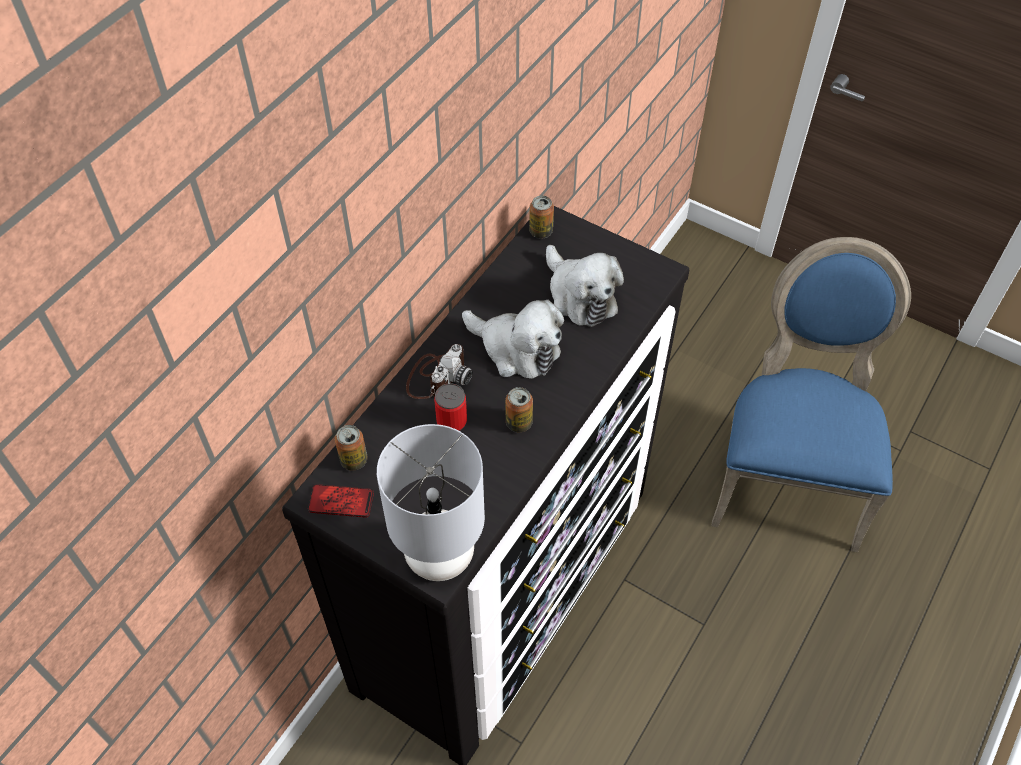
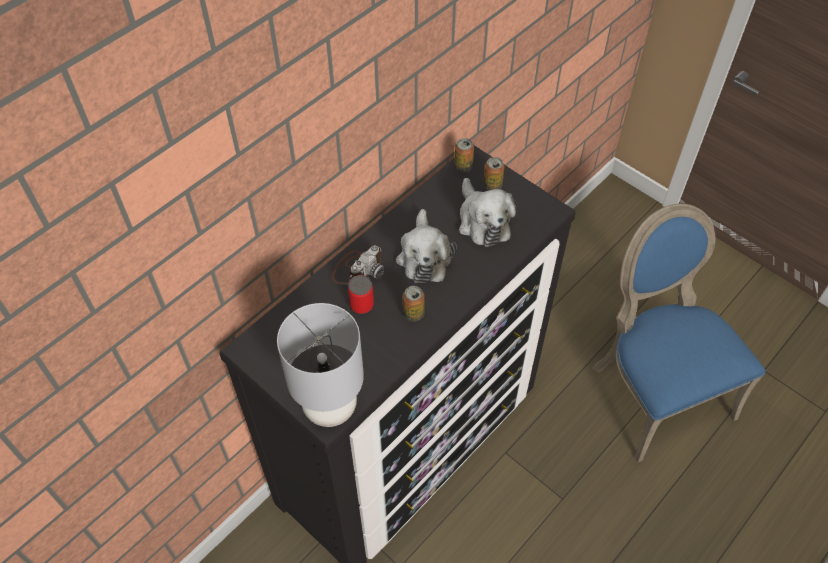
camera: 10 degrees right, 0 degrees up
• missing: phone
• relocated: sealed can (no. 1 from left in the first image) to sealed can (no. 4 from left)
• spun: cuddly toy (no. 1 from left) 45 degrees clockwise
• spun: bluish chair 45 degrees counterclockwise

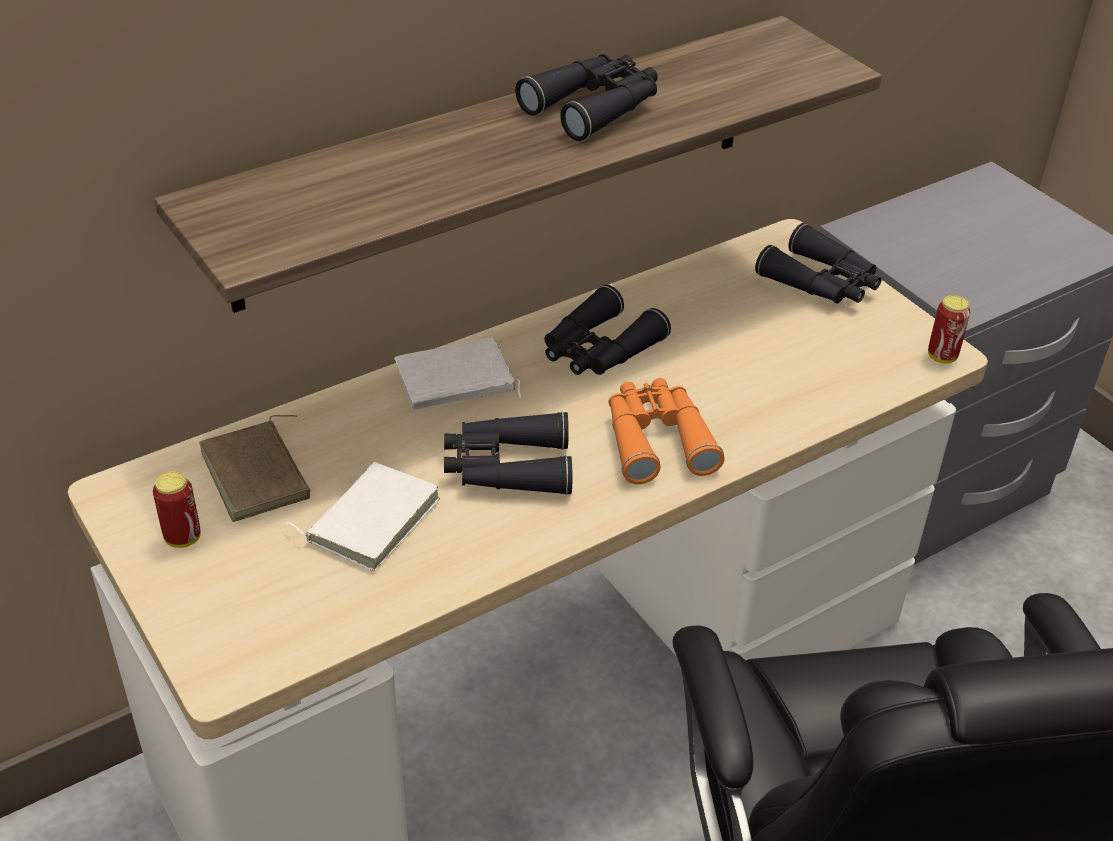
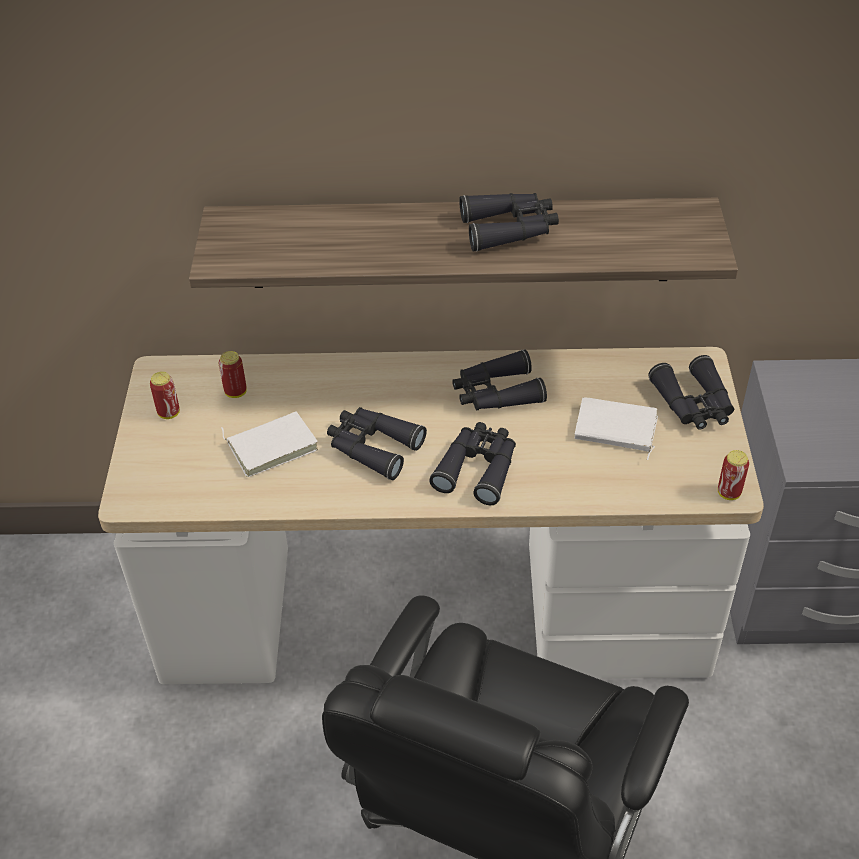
camera: 35 degrees right, 5 degrees up
• exchanged: brown bound book to sealed can (no. 2 from left)
• relocated: white bound book (no. 2 from left)
• colour: orangey field glasses to black field glasses (no. 2 from left)

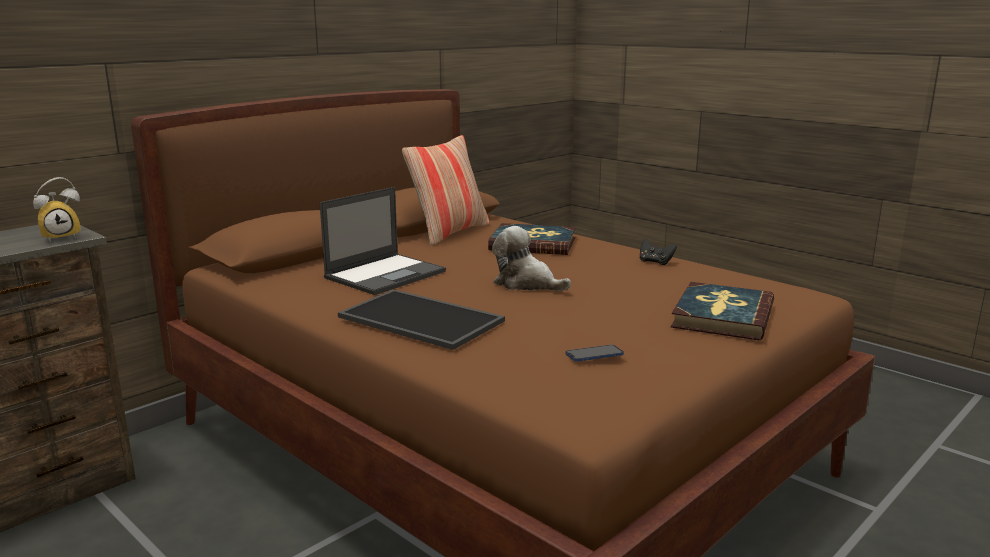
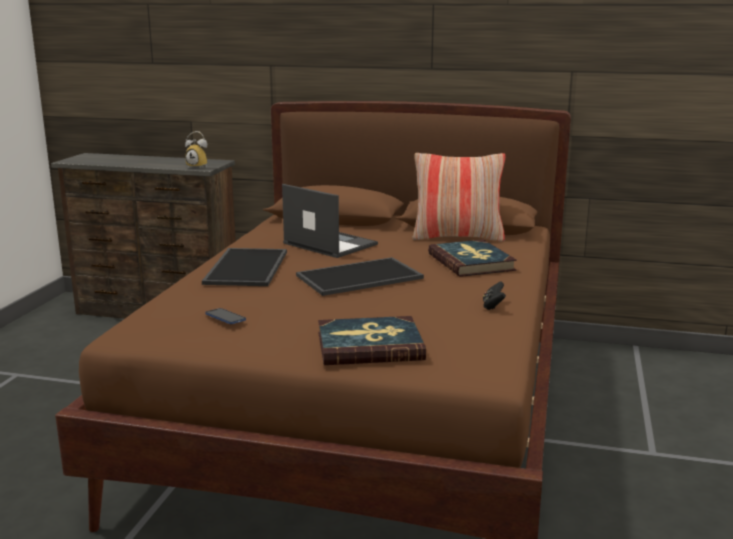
camera: 60 degrees right, 0 degrees up
• spun: notebook computer 150 degrees counterclockwise
• exchanged: cuddly toy to tray (no. 2 from left)

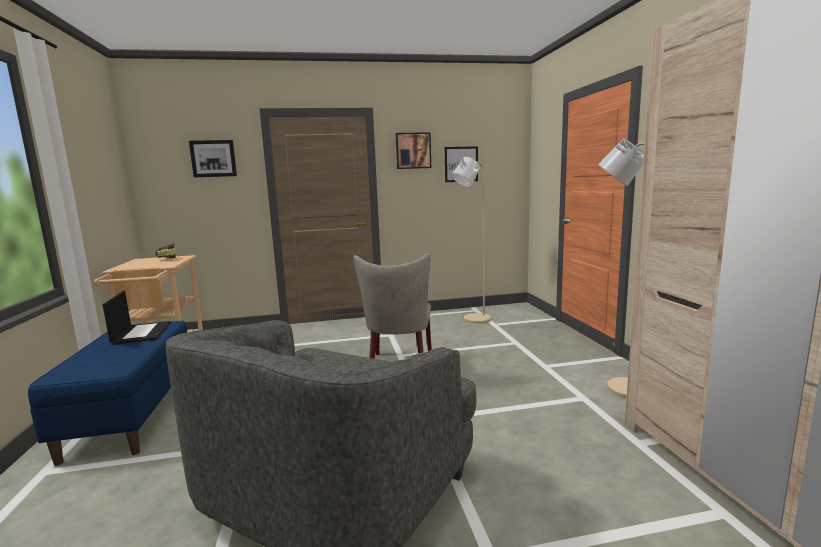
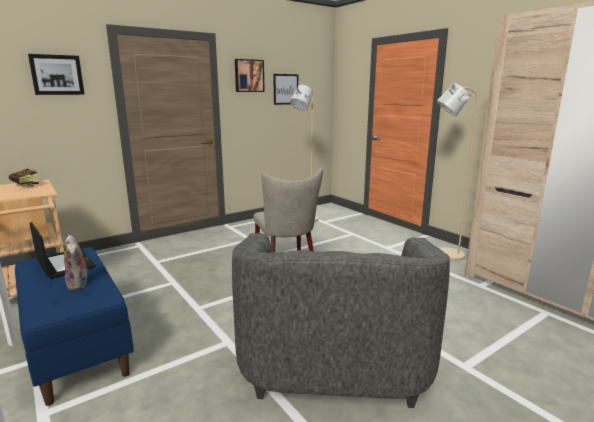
camera: 25 degrees left, 5 degrees up
• appeared: cuddly toy

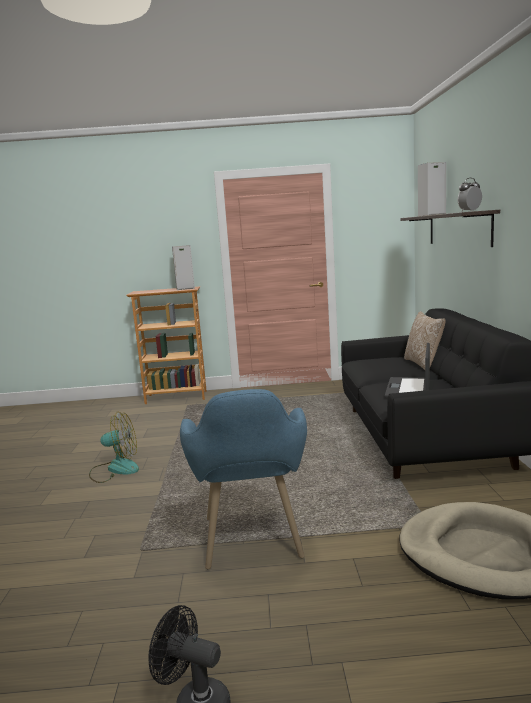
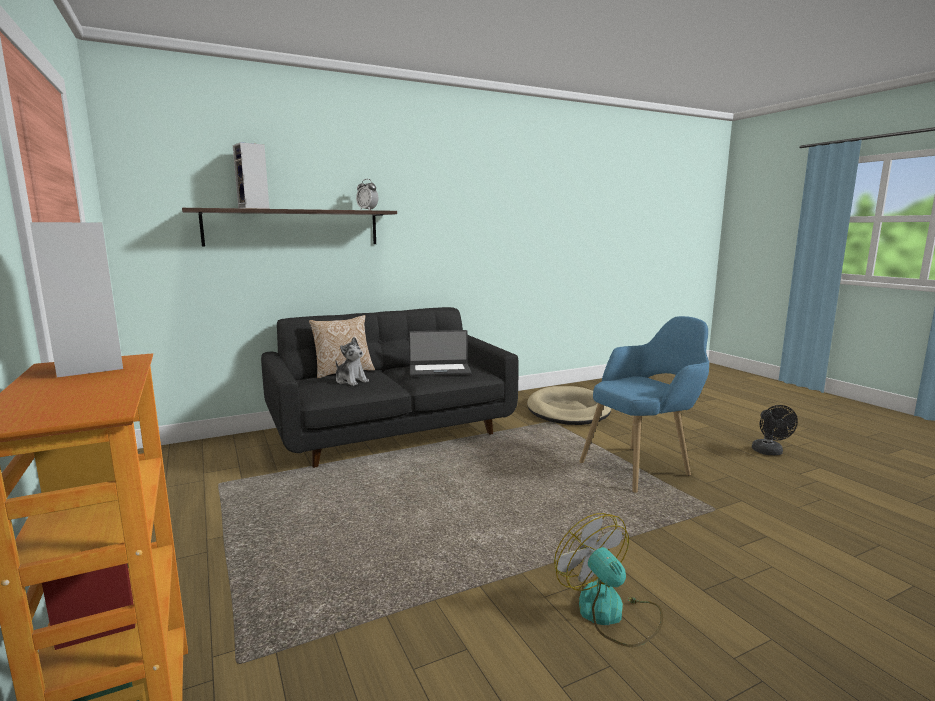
camera: 115 degrees left, 0 degrees up
• appeared: cuddly toy

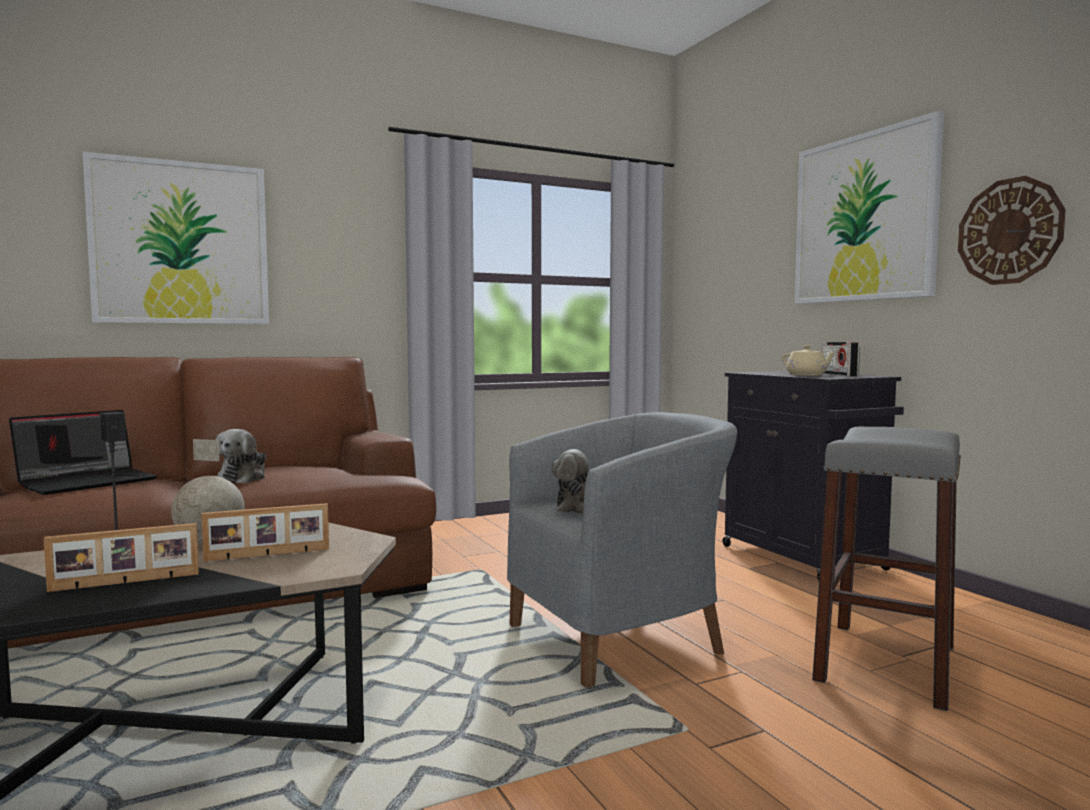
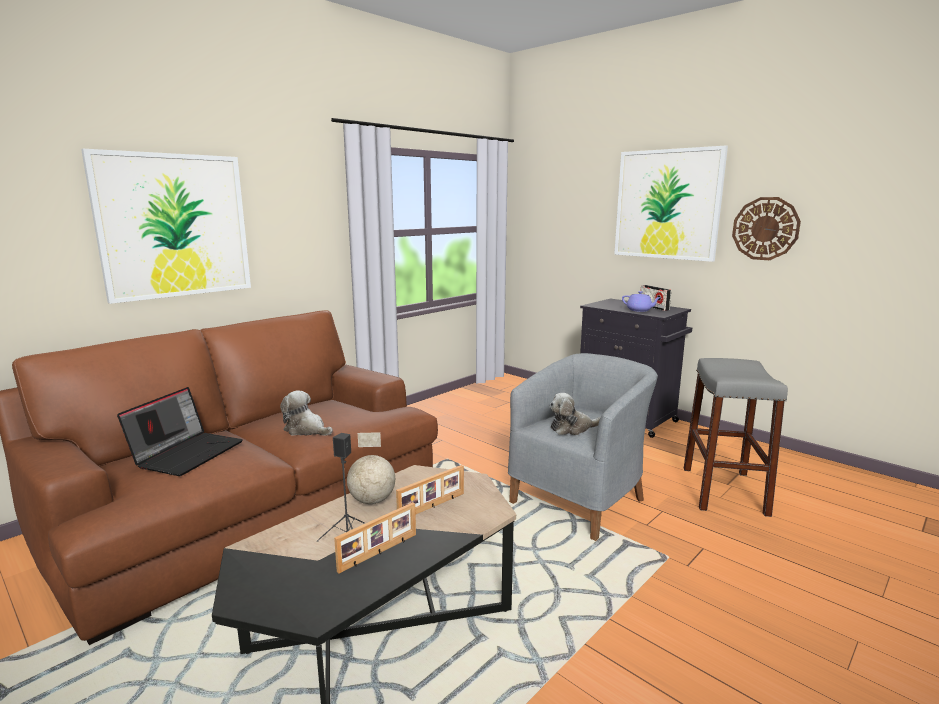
camera: 20 degrees left, 10 degrees up
• spun: cuddly toy (no. 1 from left) 135 degrees clockwise
• colour: beige-coloured tea pot to purple tea pot

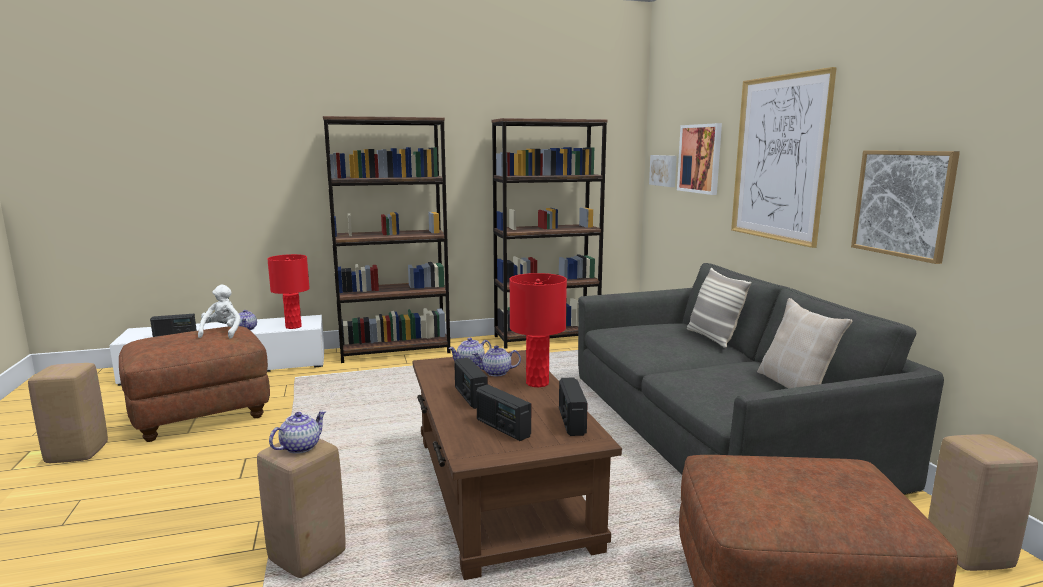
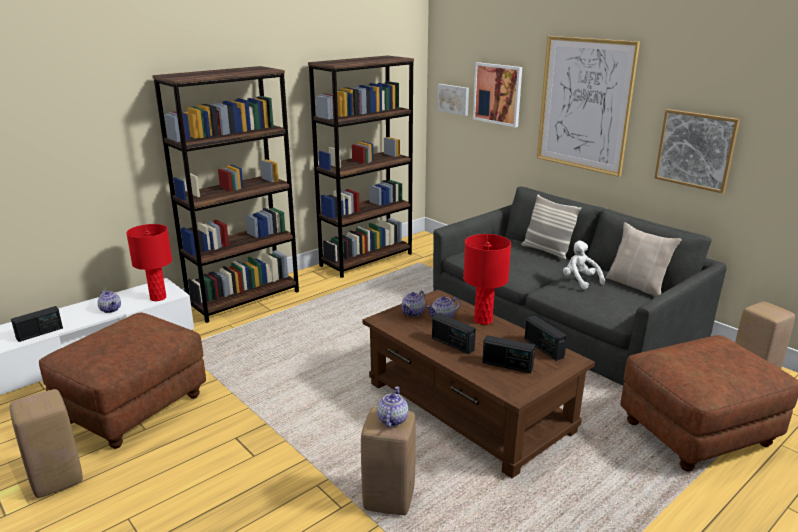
camera: 25 degrees left, 10 degrees up
• relocated: white cuddly toy

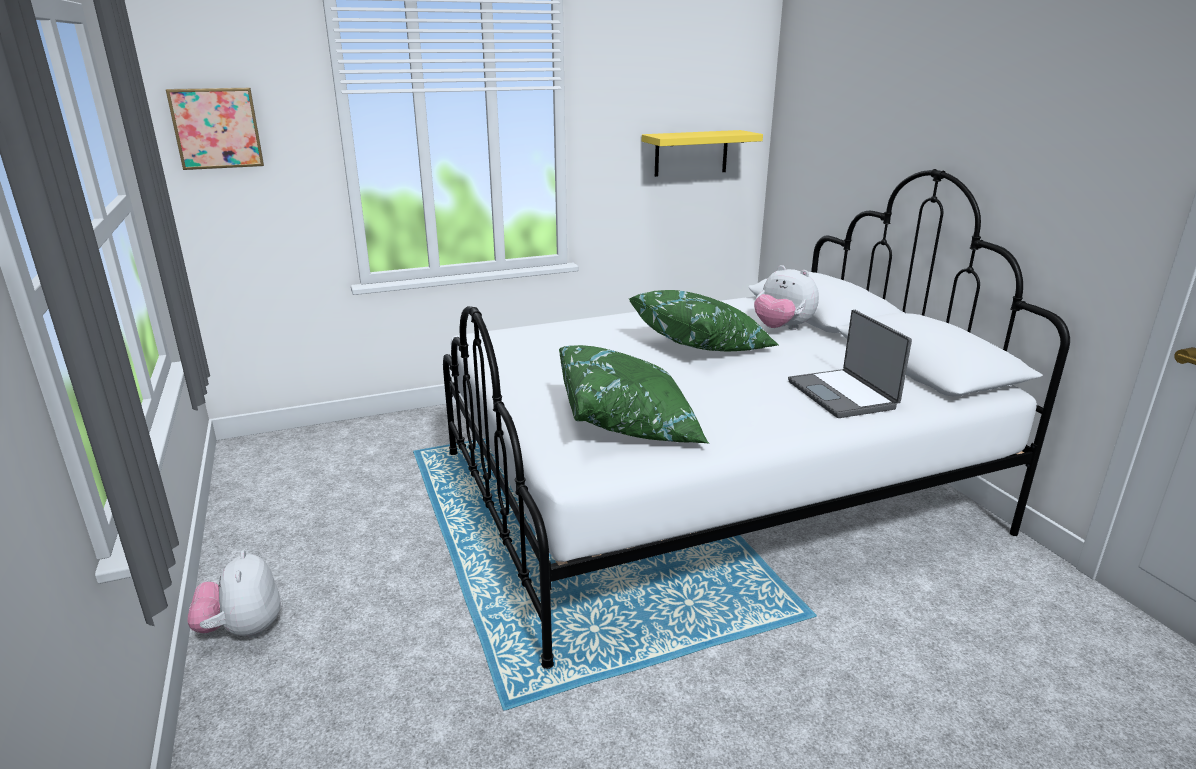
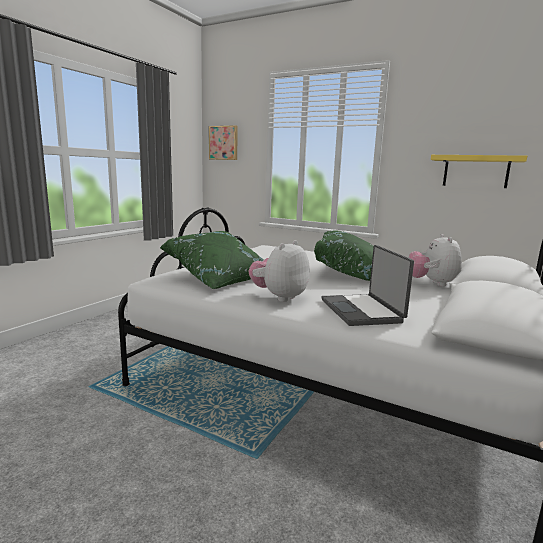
camera: 50 degrees right, 10 degrees down
• relocated: cuddly toy (no. 1 from left)
• spun: notebook computer 45 degrees counterclockwise

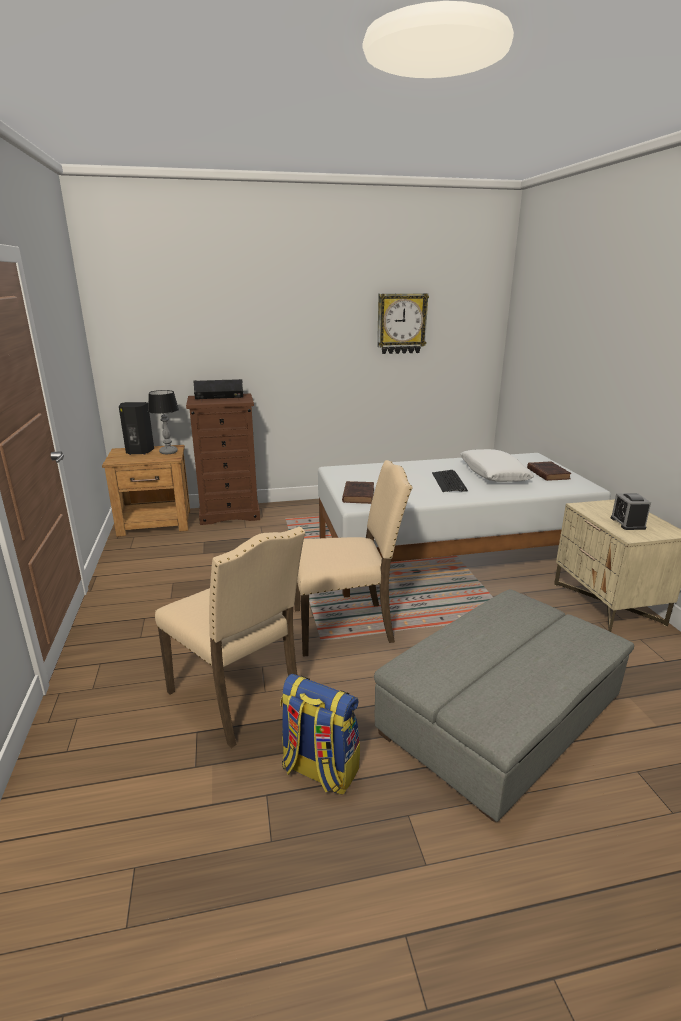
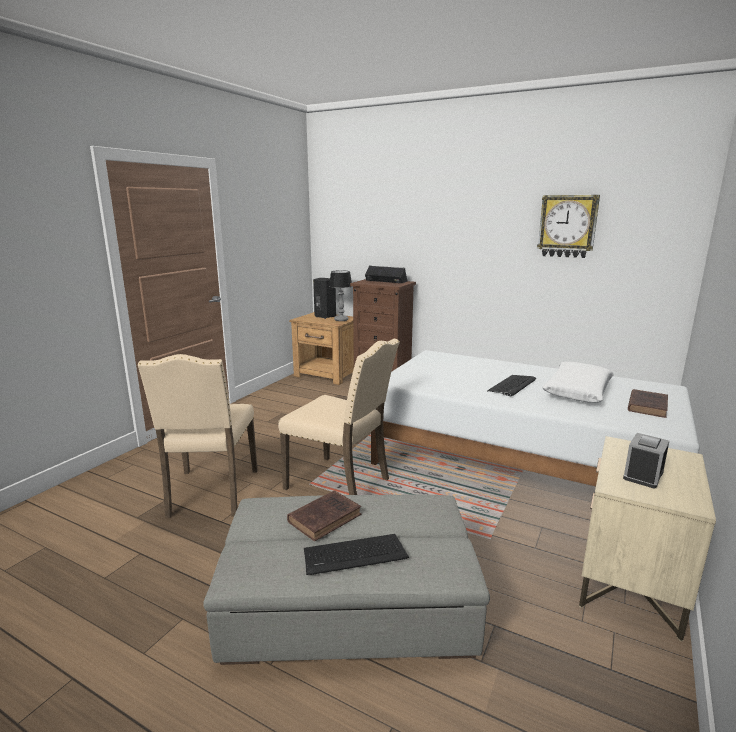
camera: 40 degrees right, 5 degrees down
• missing: backpack
• relocated: brown bound book (no. 1 from left)
• appeared: keyboard (no. 1 from left)

